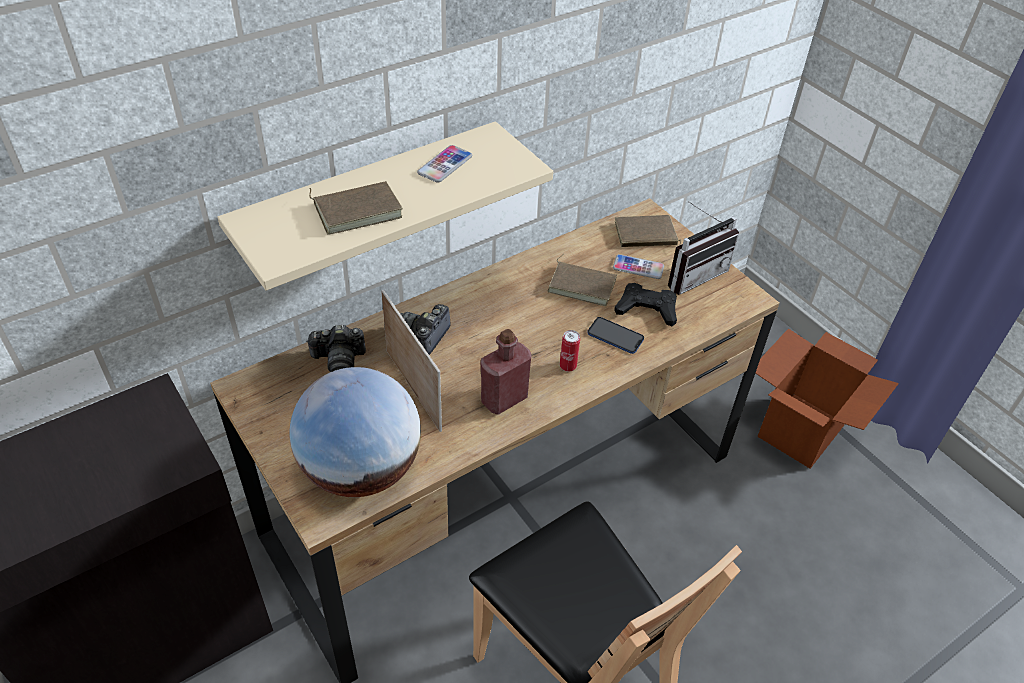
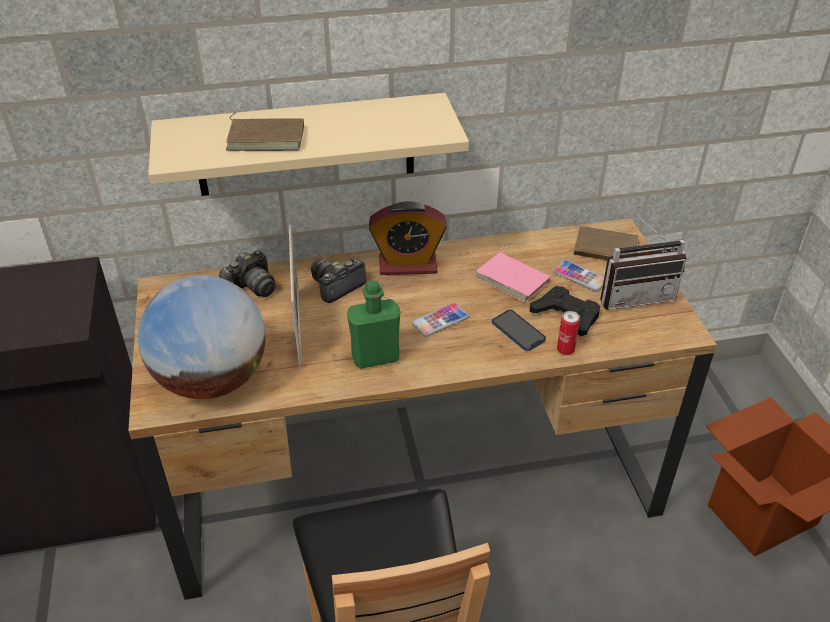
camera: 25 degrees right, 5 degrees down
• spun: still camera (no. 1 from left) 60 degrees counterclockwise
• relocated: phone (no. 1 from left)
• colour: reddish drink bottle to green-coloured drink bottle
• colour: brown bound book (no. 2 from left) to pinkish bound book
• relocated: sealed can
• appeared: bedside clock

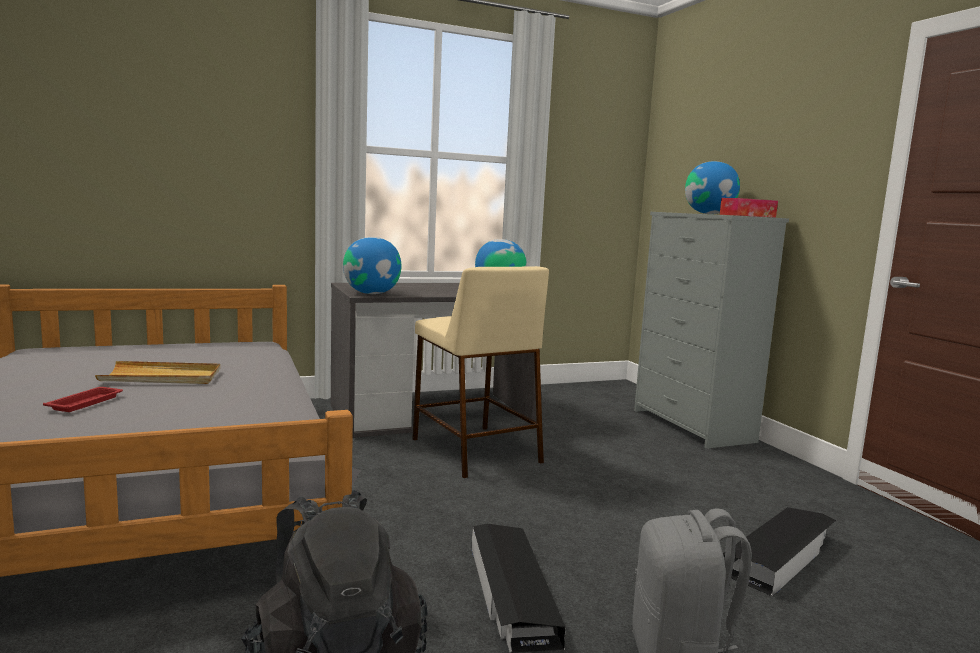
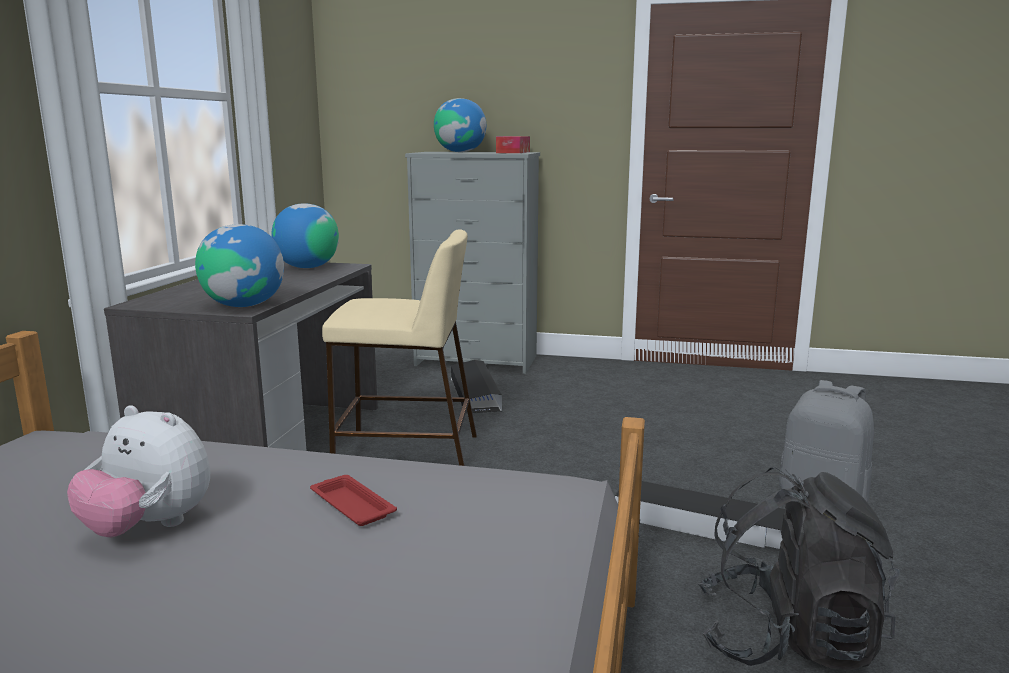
camera: 55 degrees left, 5 degrees up
• relocated: reddish tray
• exchanged: beige-coloured tray to cuddly toy
• relocated: black storage bin (no. 2 from left in the first image) to black storage bin (no. 1 from left)

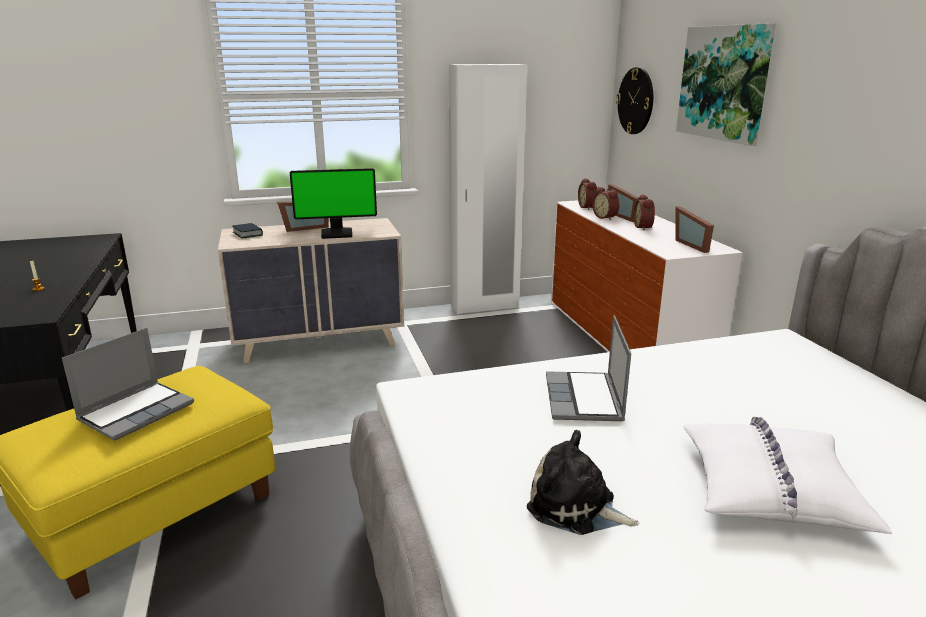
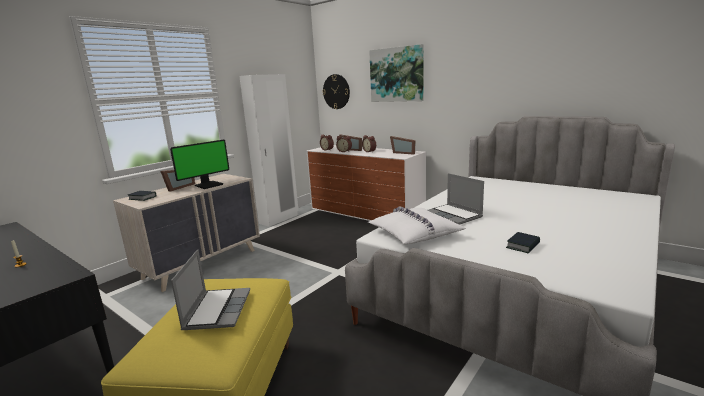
camera: 35 degrees left, 5 degrees down
• exchanged: cuddly toy to bound book (no. 2 from left)
• relocated: white cushion

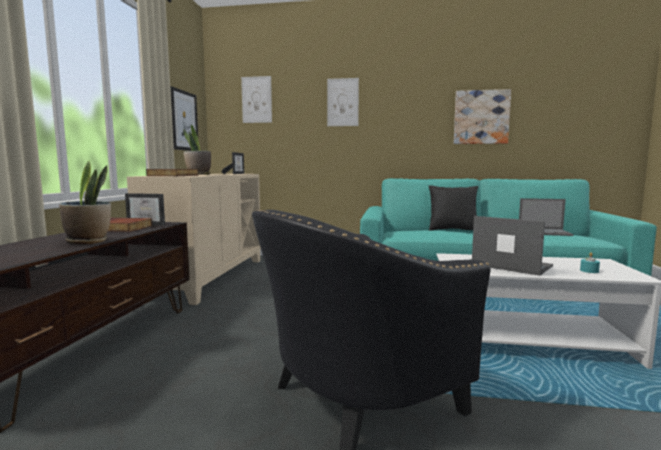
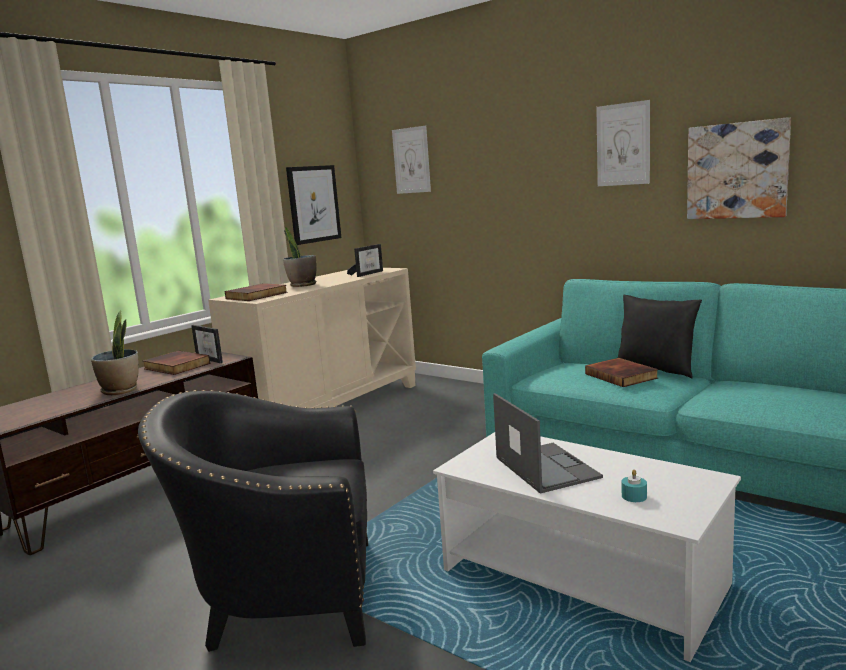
camera: 30 degrees right, 5 degrees up
• relocated: wall picture (no. 3 from left)
• missing: notebook computer (no. 2 from left)
• appeared: bound book (no. 3 from left)

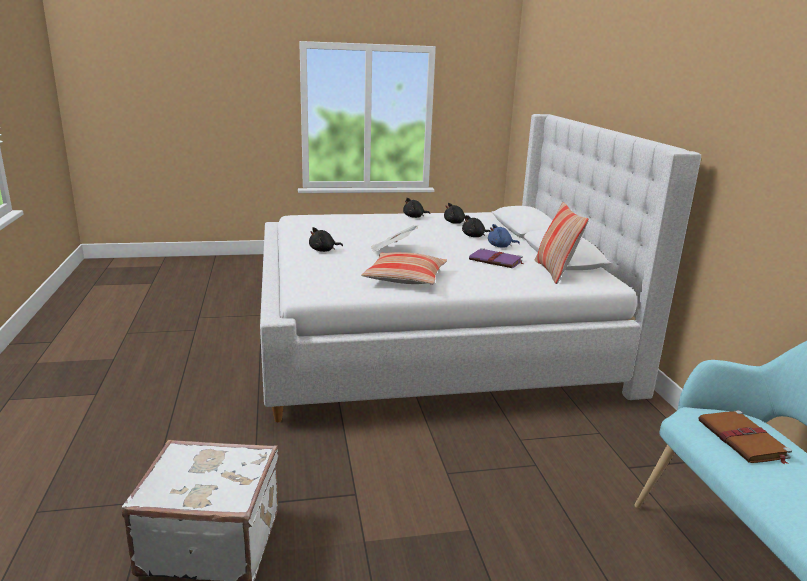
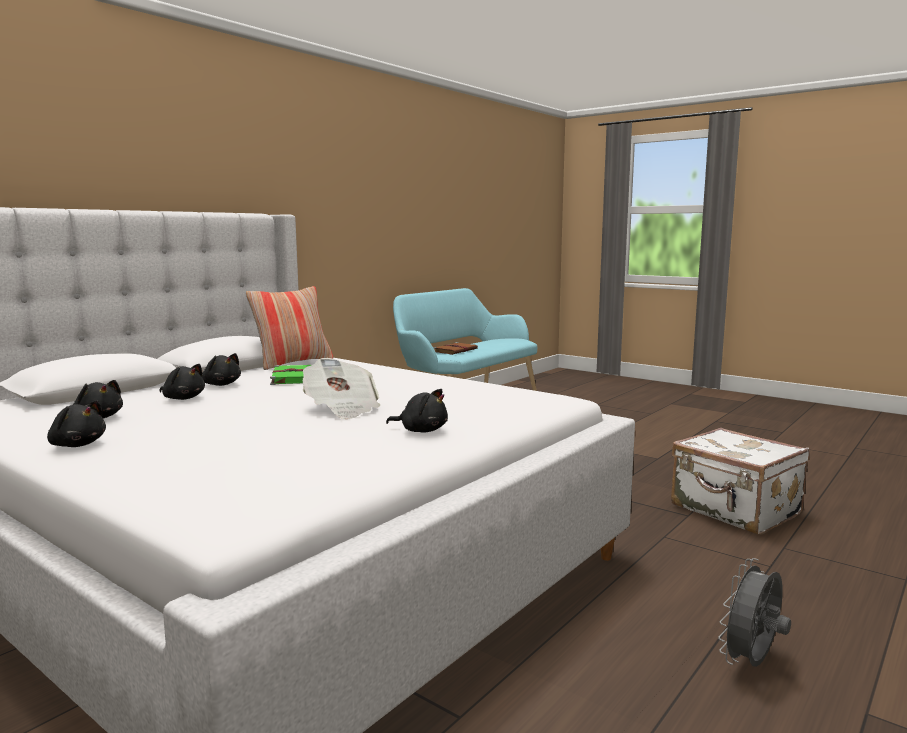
camera: 130 degrees left, 10 degrees down
• missing: cushion (no. 1 from left)
• colour: purple bound book to green-coloured bound book
• colour: bluish cuddly toy to black cuddly toy (no. 4 from left)
• appeared: gray electric fan

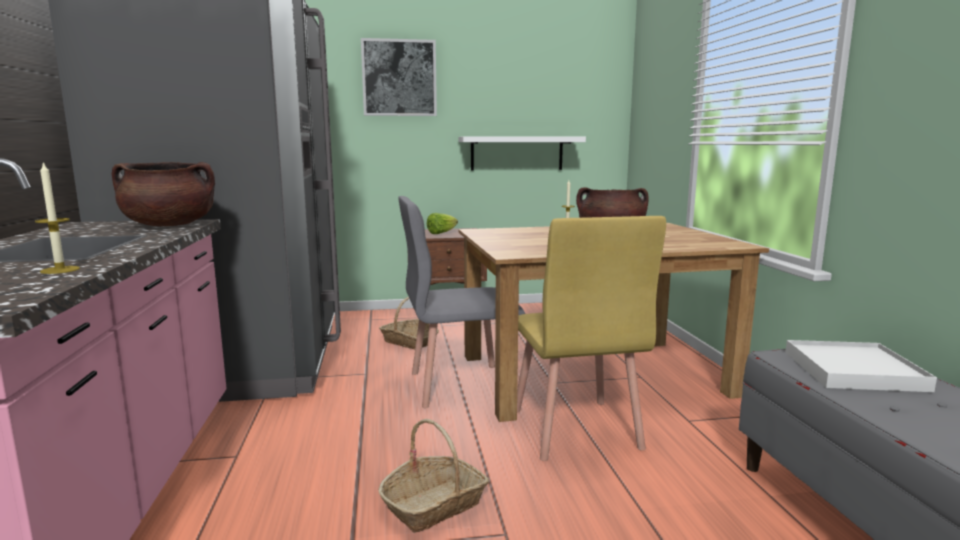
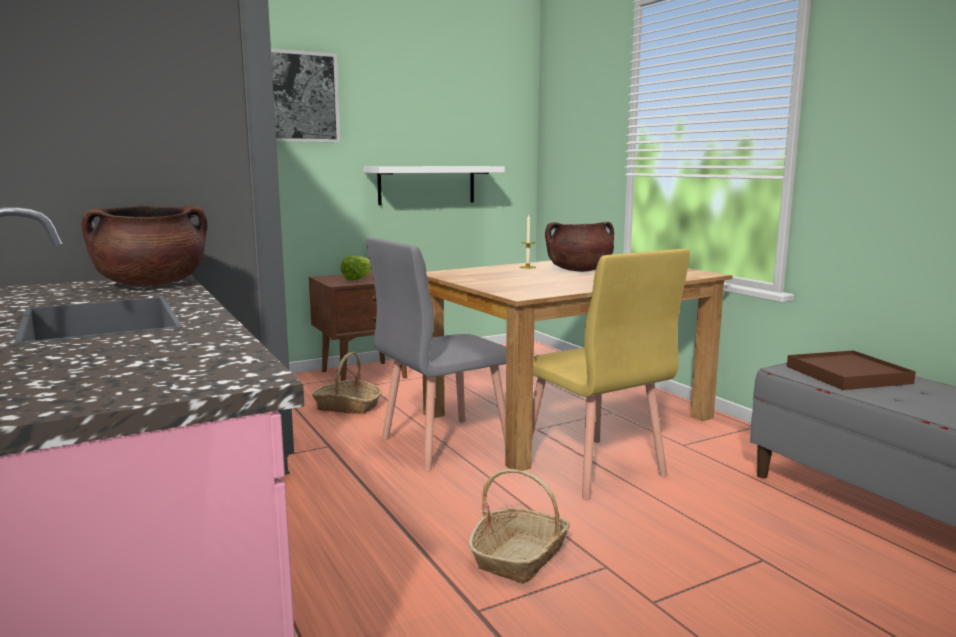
camera: 20 degrees left, 0 degrees up
• missing: candle (no. 1 from left)
• colour: white tray to brown tray

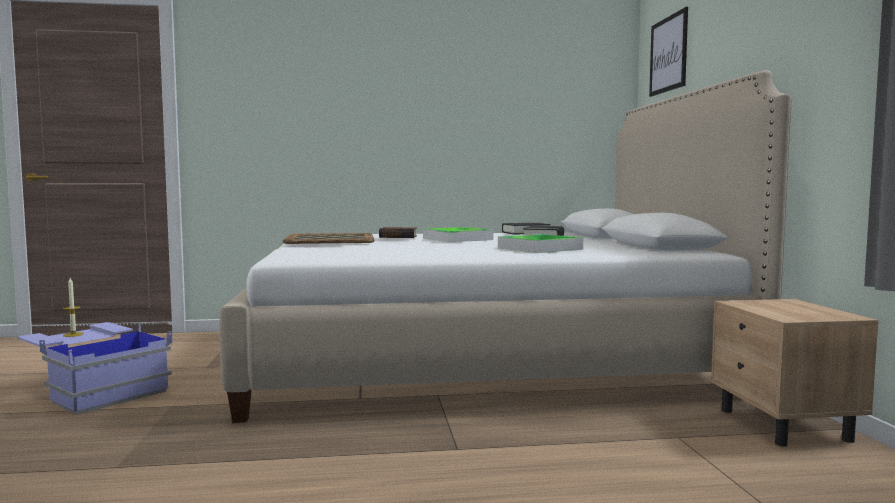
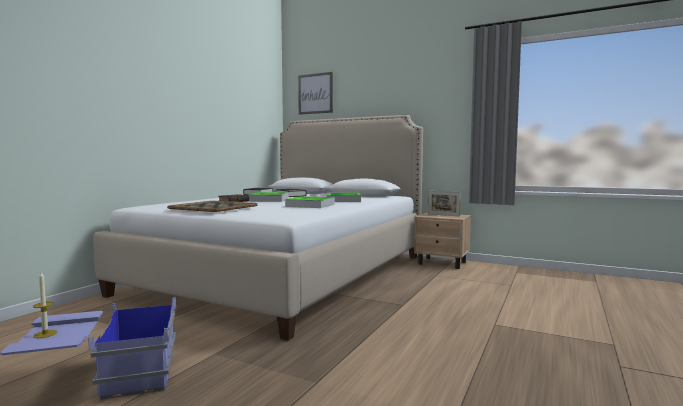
camera: 55 degrees left, 0 degrees up
• appeared: tray (no. 3 from left)
• appeared: picture frame

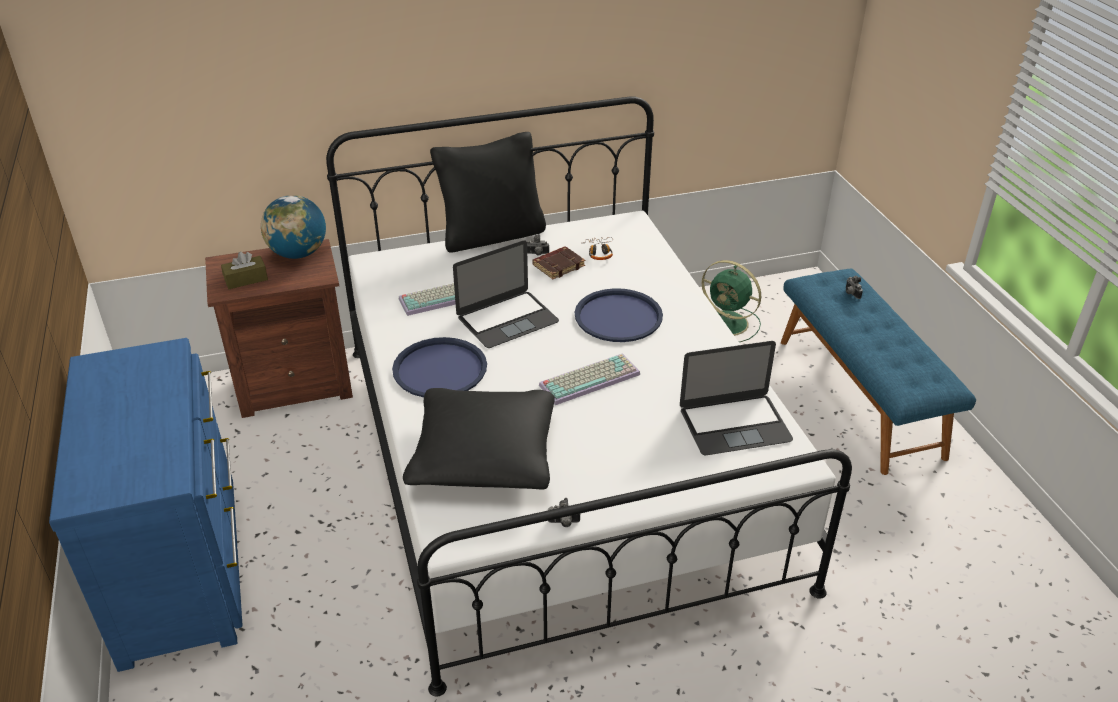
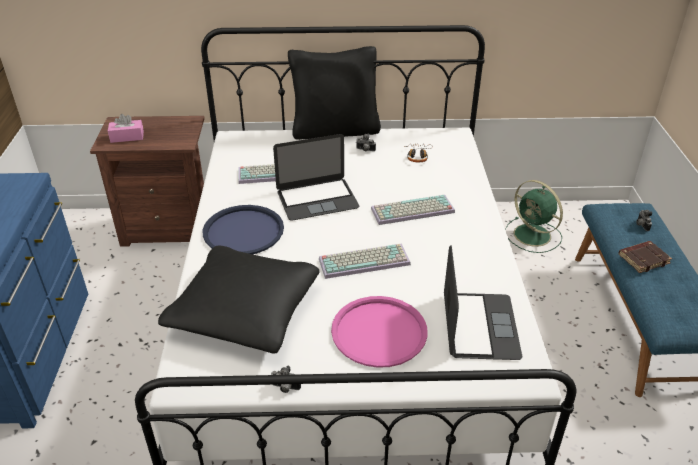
camera: 15 degrees right, 0 degrees up
• colour: brown box of tissues to pinkish box of tissues
• missing: desk globe
• relocated: brown bound book
• exchanged: bluish tray (no. 2 from left) to keyboard (no. 3 from left)
• spun: notebook computer (no. 2 from left) 90 degrees counterclockwise
• appeared: pinkish tray

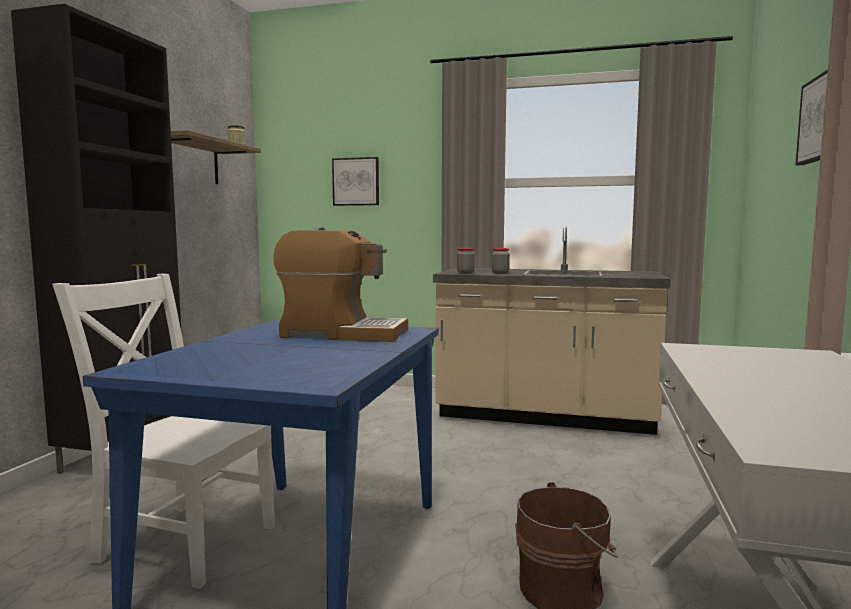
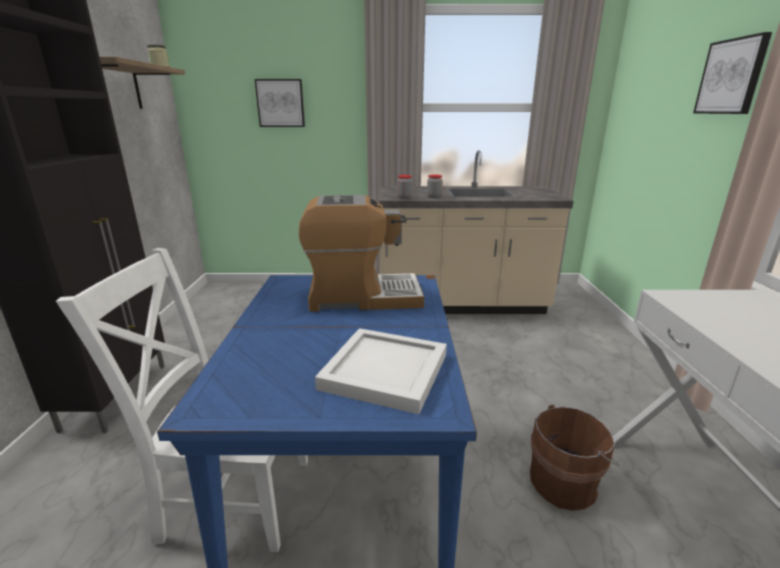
camera: 15 degrees left, 15 degrees up
• appeared: white tray

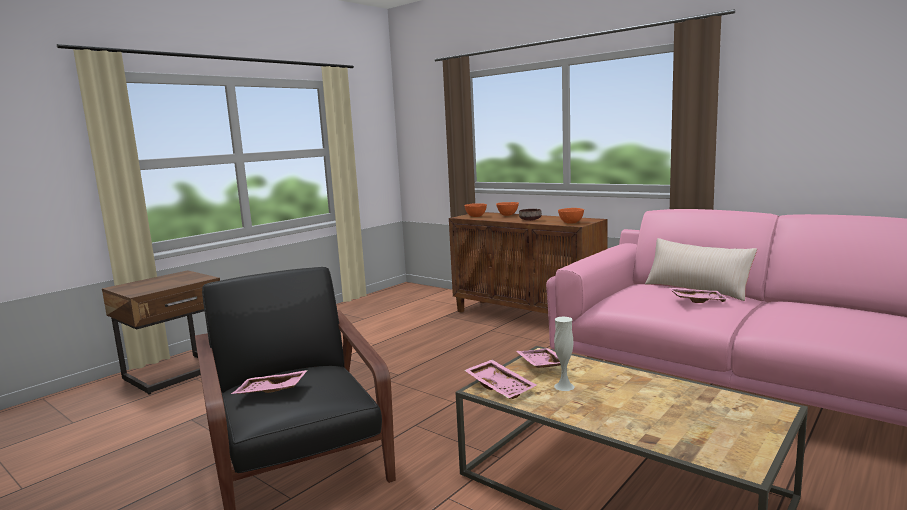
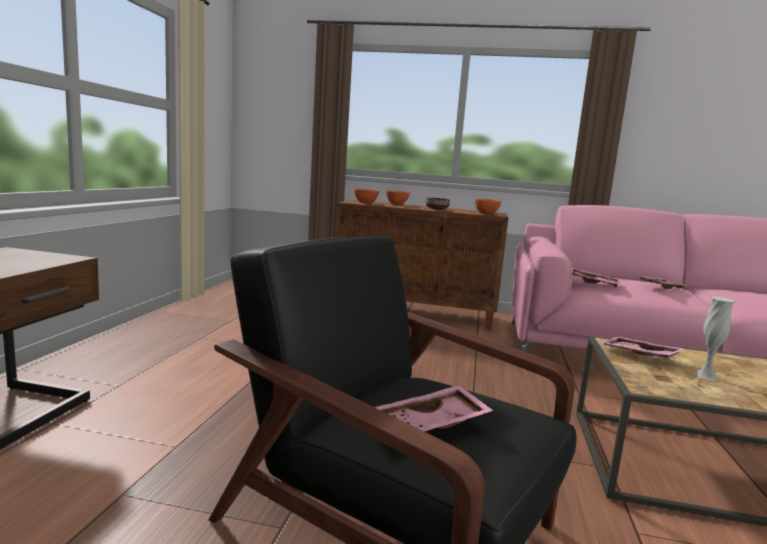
camera: 30 degrees left, 0 degrees up
• relocated: pinkish tray (no. 2 from left)
• missing: beige-coloured cushion

